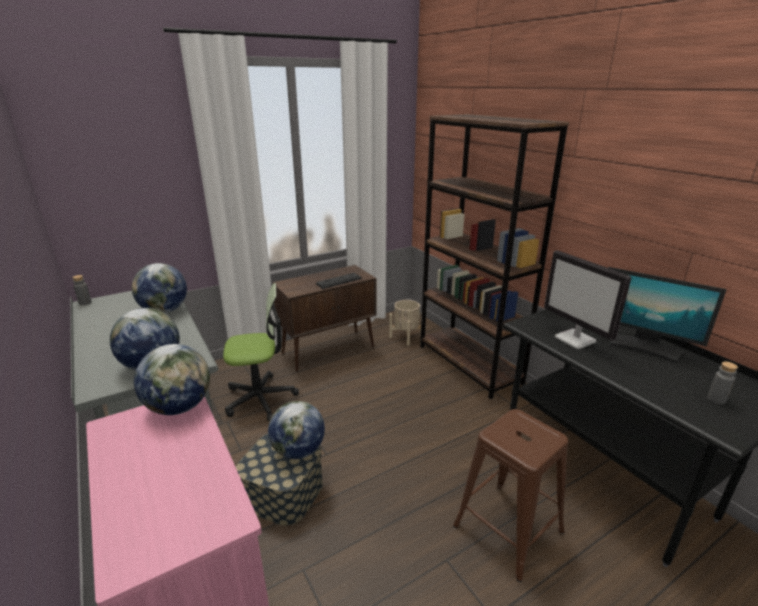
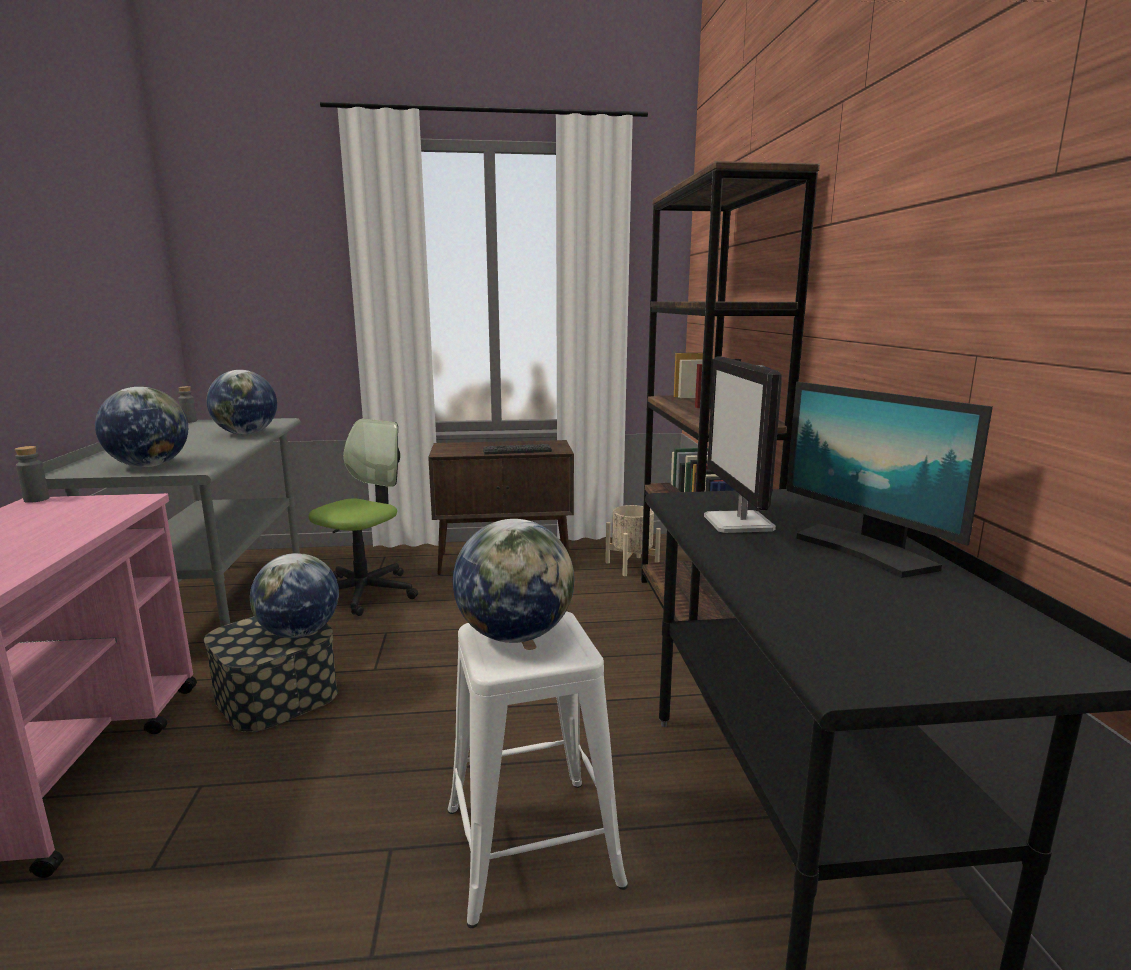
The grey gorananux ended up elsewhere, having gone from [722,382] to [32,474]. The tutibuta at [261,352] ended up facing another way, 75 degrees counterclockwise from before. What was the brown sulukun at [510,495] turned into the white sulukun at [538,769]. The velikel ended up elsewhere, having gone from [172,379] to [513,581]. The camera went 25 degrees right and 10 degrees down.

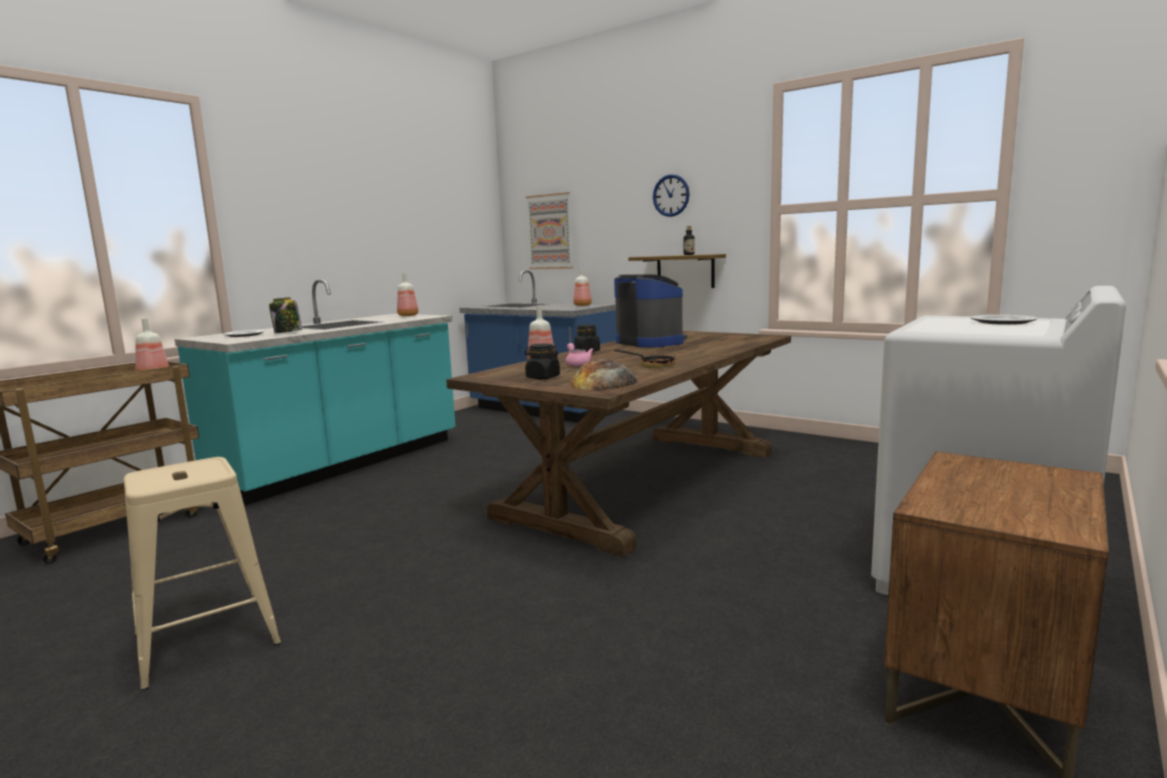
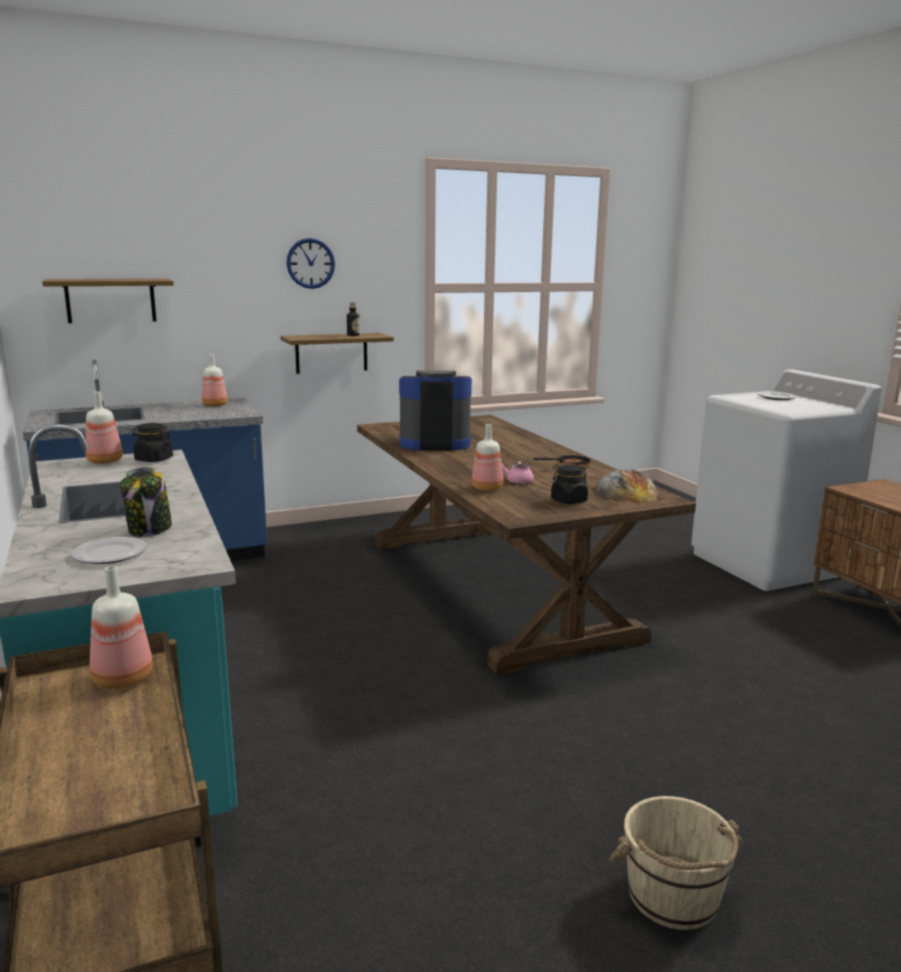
Where the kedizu hung at [549,230], the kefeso came to hang at [108,301]. The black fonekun ended up elsewhere, having gone from [587,338] to [153,442]. Where the beige sulukun stood at [202,573], the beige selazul came to stand at [676,863]. The camera went 60 degrees left and 5 degrees up.

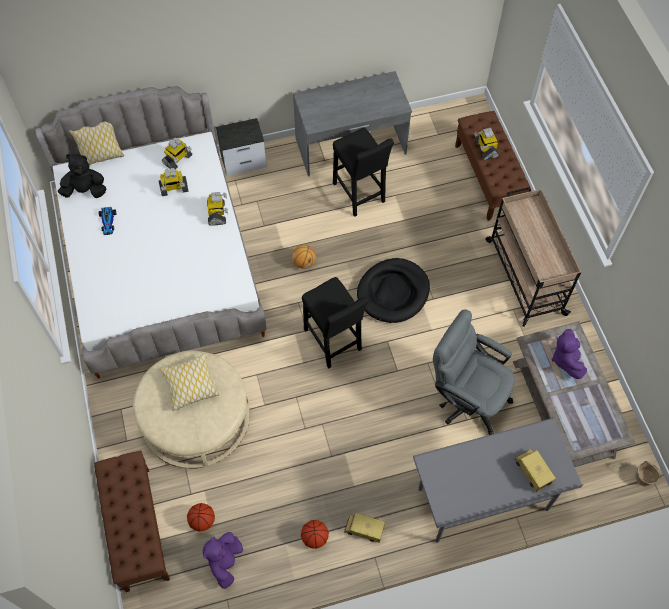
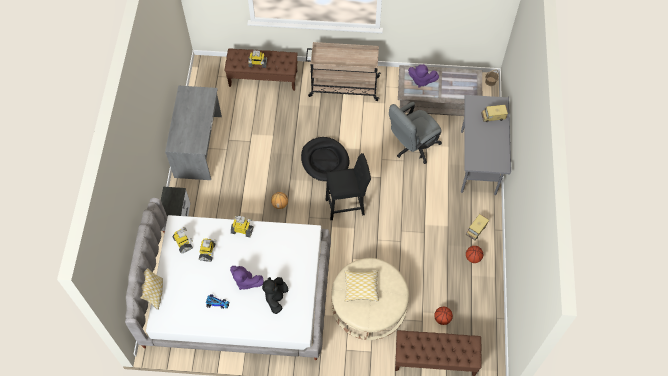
The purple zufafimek ended up elsewhere, having gone from [223,560] to [247,278]. The black zufafimek ended up elsewhere, having gone from [82,176] to [275,295]. The second view lost the black sulukun at [363,172]. The camera went 70 degrees left and 0 degrees up.

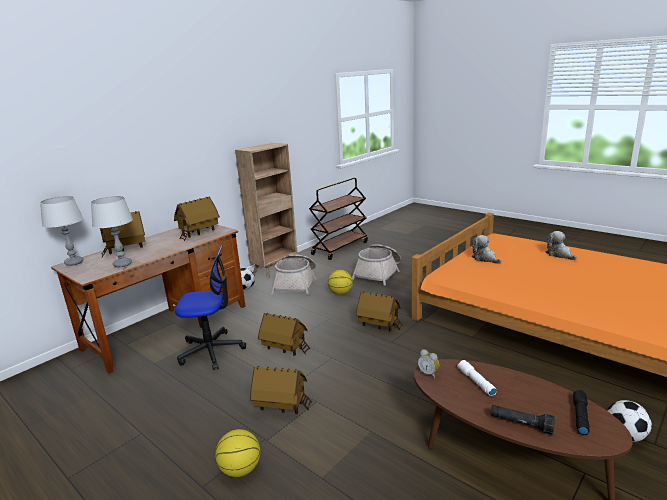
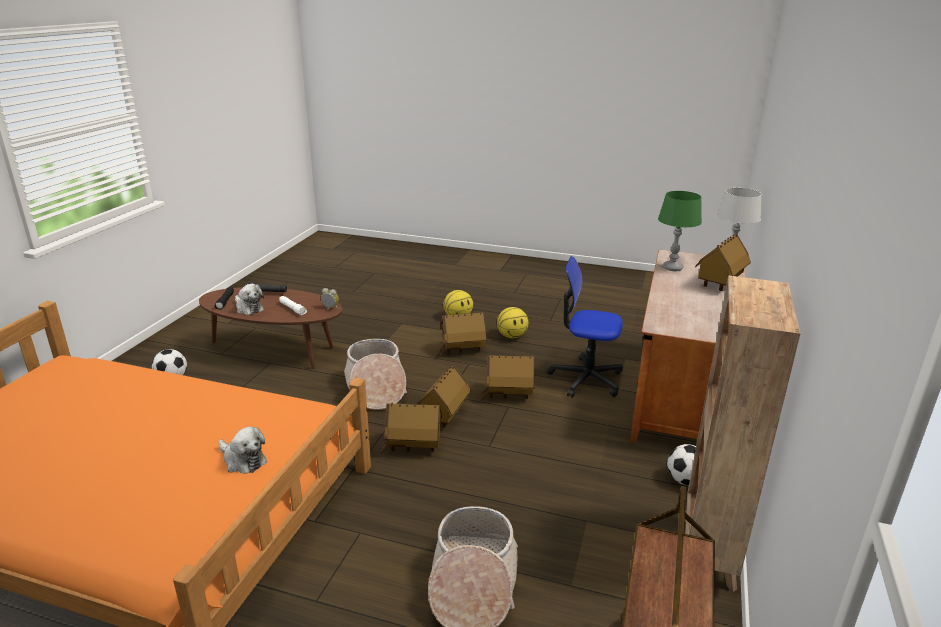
The zufafimek ended up elsewhere, having gone from [561,245] to [249,299]. The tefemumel ended up elsewhere, having gone from [293,274] to [375,374]. The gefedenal ended up elsewhere, having gone from [197,218] to [444,396]. The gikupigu ended up elsewhere, having gone from [340,282] to [513,322]. The tutibuta at [210,307] ended up facing another way, 45 degrees clockwise from before. What was the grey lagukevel at [112,231] turned into the green lagukevel at [680,231]. The camera went 155 degrees right and 5 degrees up.

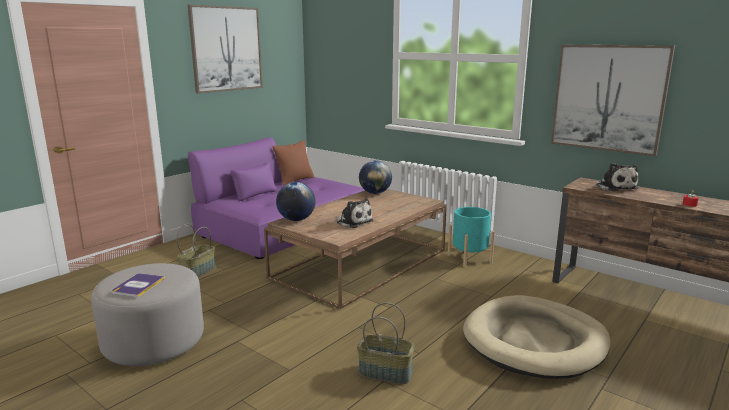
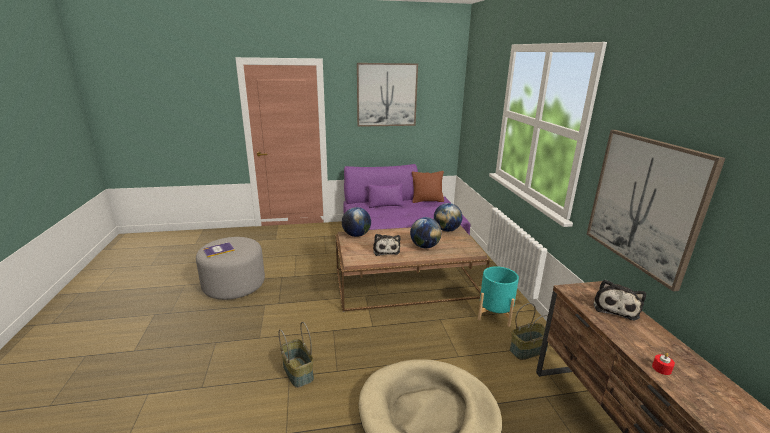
The second view gained the velikel at [426,232]. The tefemumel ended up elsewhere, having gone from [196,250] to [529,331]. The camera went 40 degrees right and 5 degrees up.

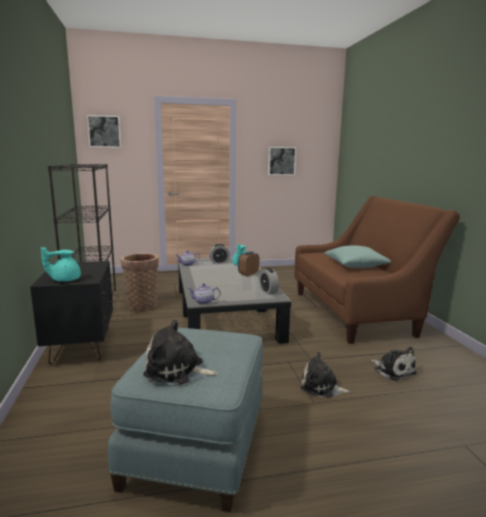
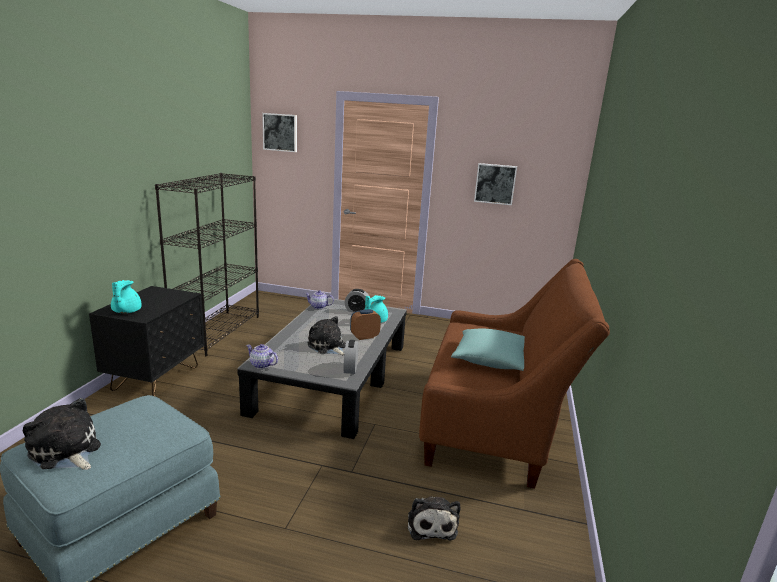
The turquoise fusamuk at [61,264] ended up facing another way, 90 degrees counterclockwise from before. The zufafimek ended up elsewhere, having gone from [325,375] to [327,336]. The second view lost the tefemumel at [140,282]. The camera went 25 degrees right and 5 degrees up.

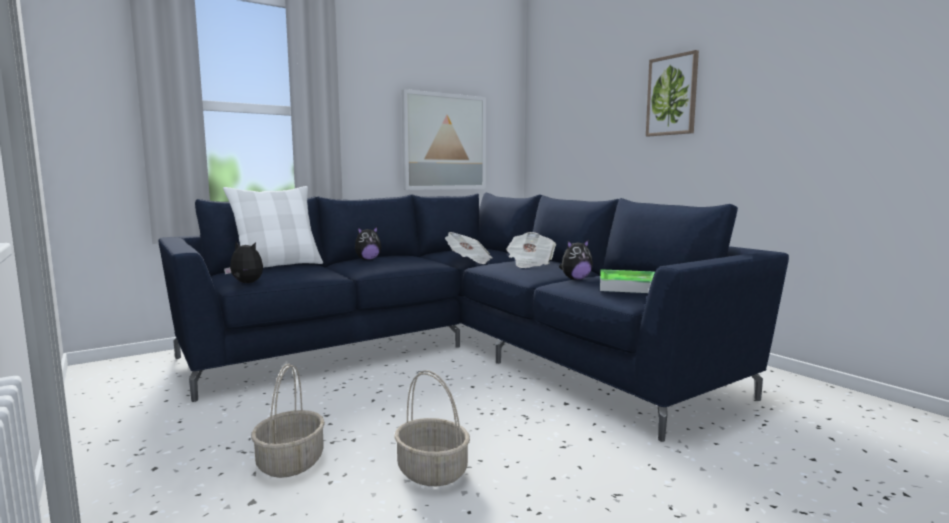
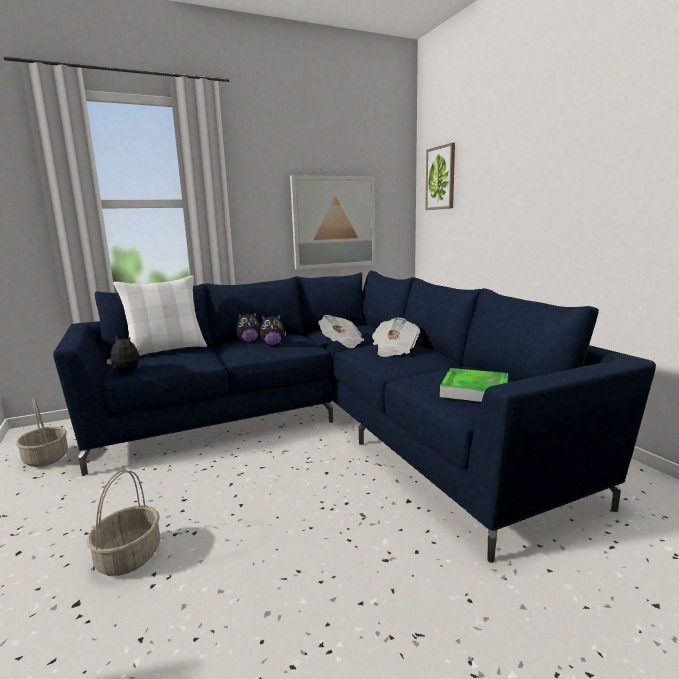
The tefemumel ended up elsewhere, having gone from [432,428] to [42,432]. The zufafimek ended up elsewhere, having gone from [576,259] to [273,329]. The kedizu ended up elsewhere, having gone from [672,93] to [440,176]. The camera went 10 degrees right and 5 degrees up.

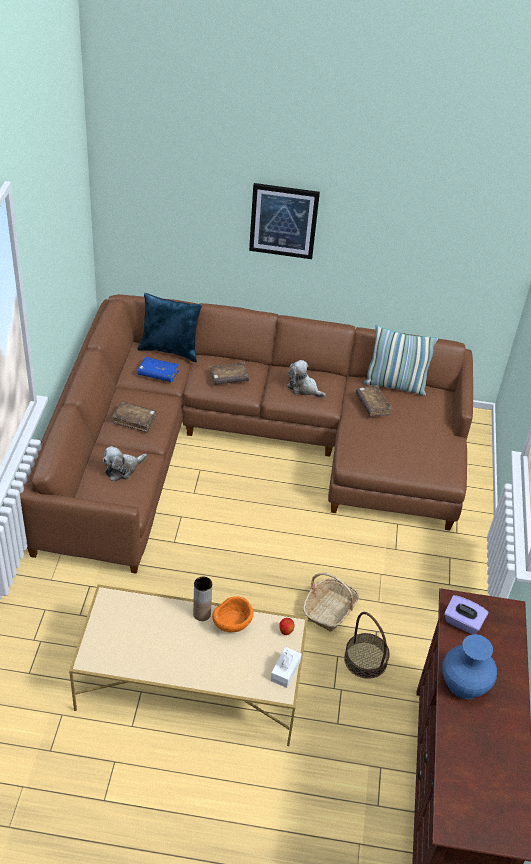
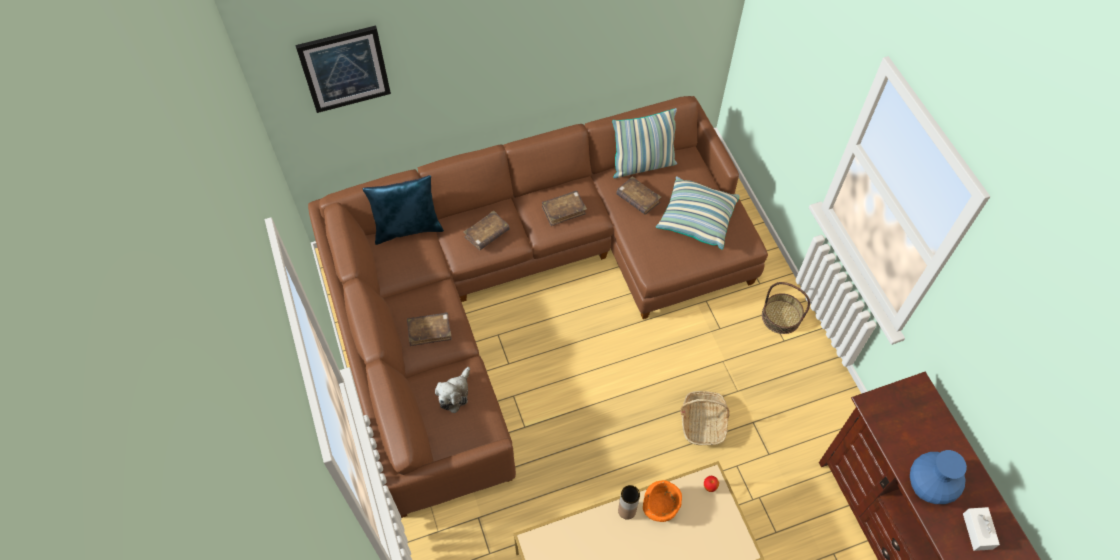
The kedizu ended up elsewhere, having gone from [284,221] to [343,69]. Where the zufafimek stood at [306,379], the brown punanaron came to stand at [564,208]. The second view gained the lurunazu at [697,213]. The tefemumel ended up elsewhere, having gone from [367,645] to [786,308]. The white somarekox ended up elsewhere, having gone from [286,667] to [981,529]. The second view lost the blue punanaron at [158,369]. The second view lost the purple somarekox at [466,615]. The camera went 25 degrees left and 15 degrees up.

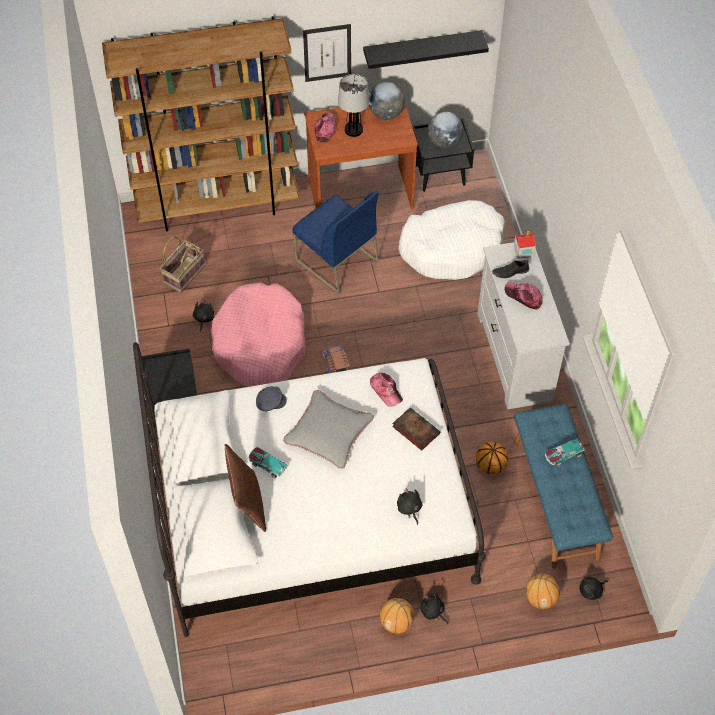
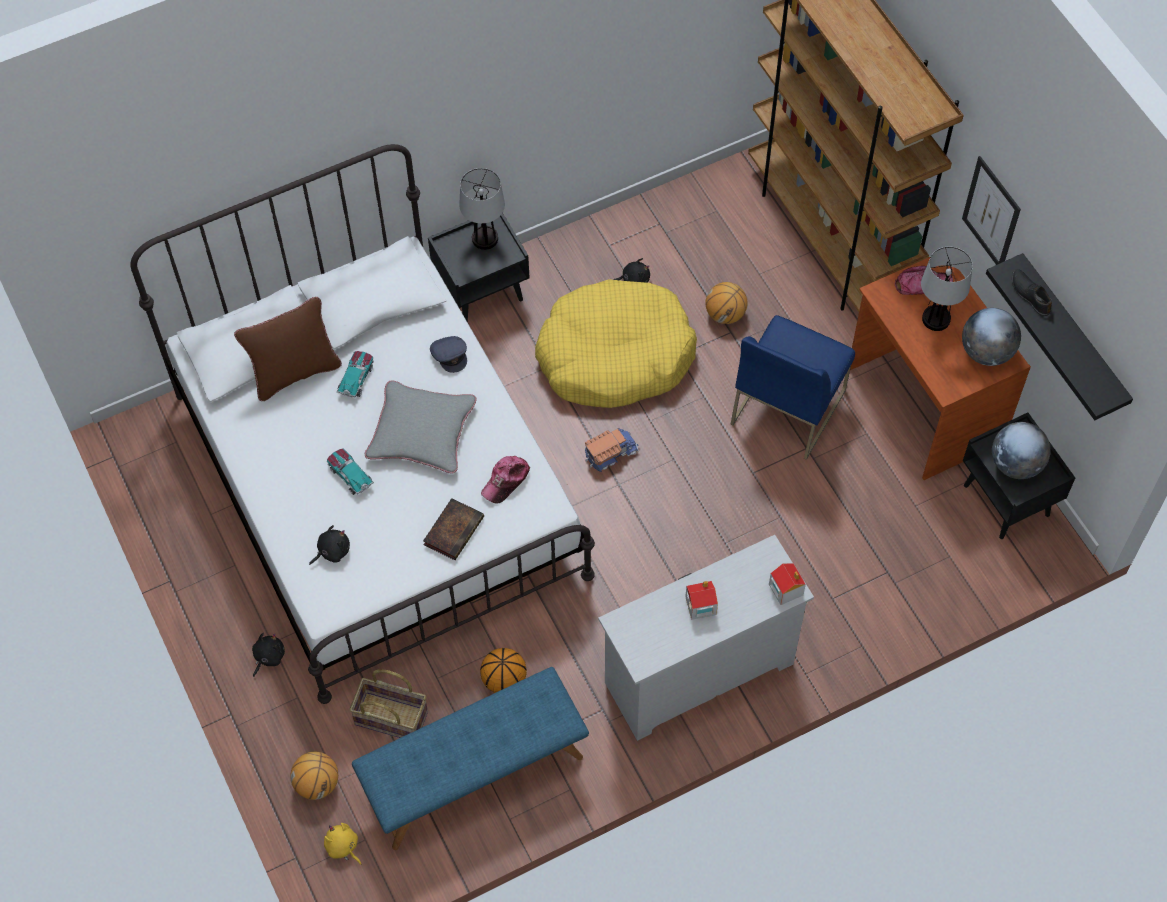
What was the black zufafimek at [593,588] turned into the yellow zufafimek at [343,844]. The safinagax ended up elsewhere, having gone from [565,452] to [350,471]. The tefemumel ended up elsewhere, having gone from [182,264] to [388,703]. The second view gained the lagukevel at [482,209]. What was the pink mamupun at [258,335] turned into the yellow mamupun at [616,343]. Where the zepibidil stood at [523,296], the gefedenal came to stand at [701,600]. The gikupigu ended up elsewhere, having gone from [397,616] to [726,303]. The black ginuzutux ended up elsewhere, having gone from [510,269] to [1032,292]. The second view lost the white mamupun at [451,240]. The camera went 75 degrees right and 5 degrees up.

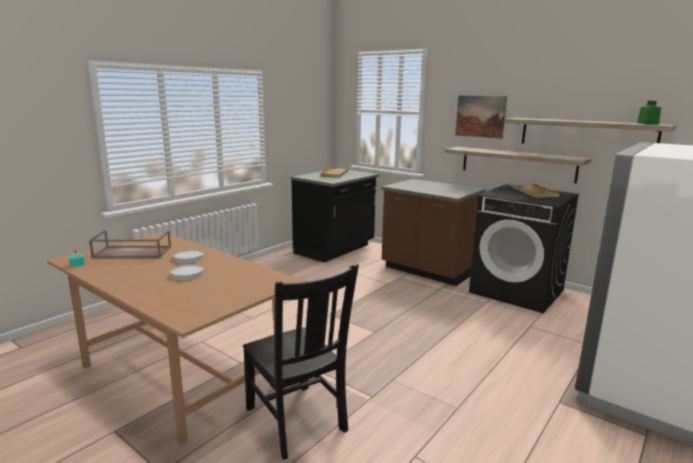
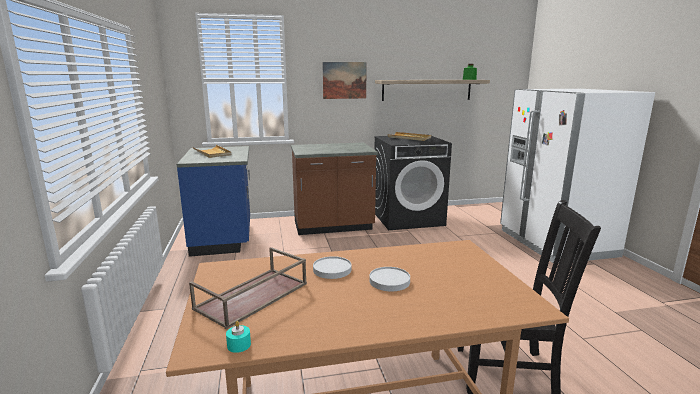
What was the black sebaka at [335,215] turned into the blue sebaka at [213,201]. The second view lost the kefeso at [518,165]. The camera went 50 degrees left and 0 degrees up.

